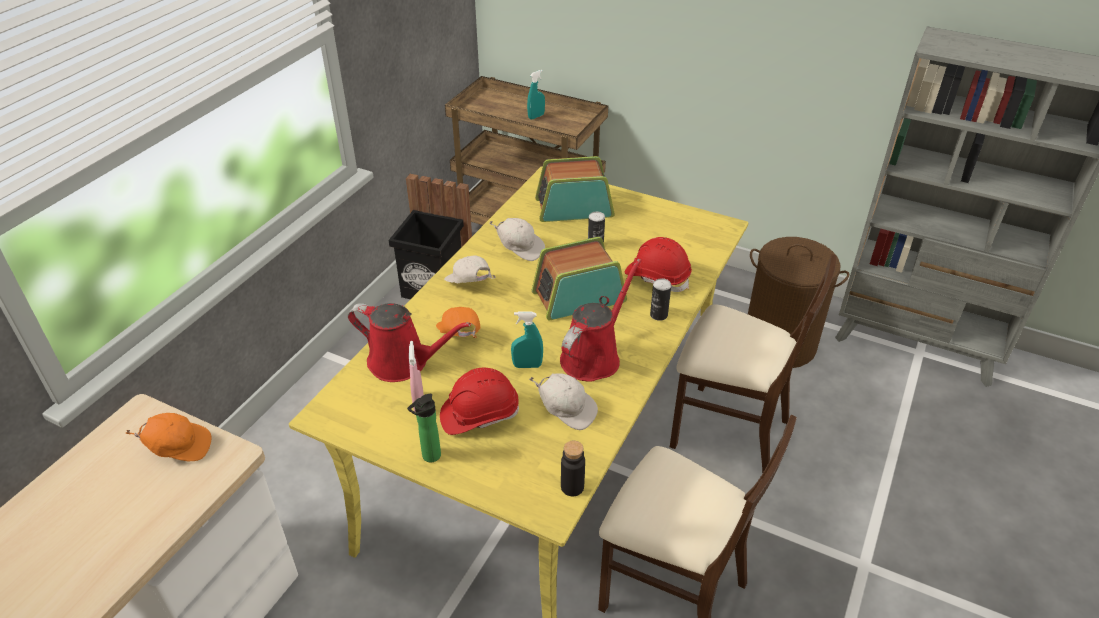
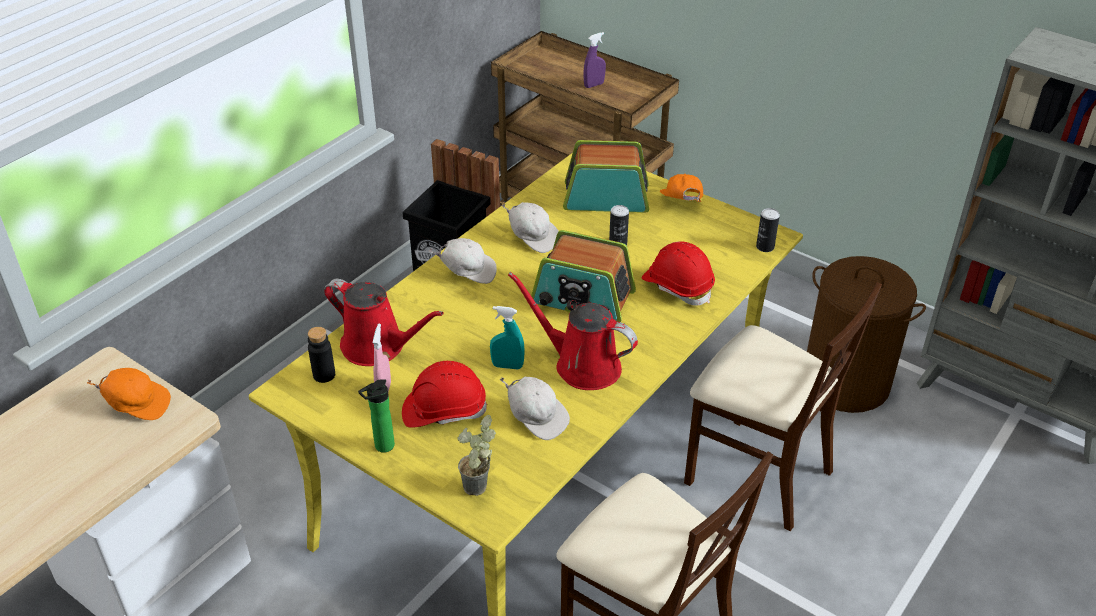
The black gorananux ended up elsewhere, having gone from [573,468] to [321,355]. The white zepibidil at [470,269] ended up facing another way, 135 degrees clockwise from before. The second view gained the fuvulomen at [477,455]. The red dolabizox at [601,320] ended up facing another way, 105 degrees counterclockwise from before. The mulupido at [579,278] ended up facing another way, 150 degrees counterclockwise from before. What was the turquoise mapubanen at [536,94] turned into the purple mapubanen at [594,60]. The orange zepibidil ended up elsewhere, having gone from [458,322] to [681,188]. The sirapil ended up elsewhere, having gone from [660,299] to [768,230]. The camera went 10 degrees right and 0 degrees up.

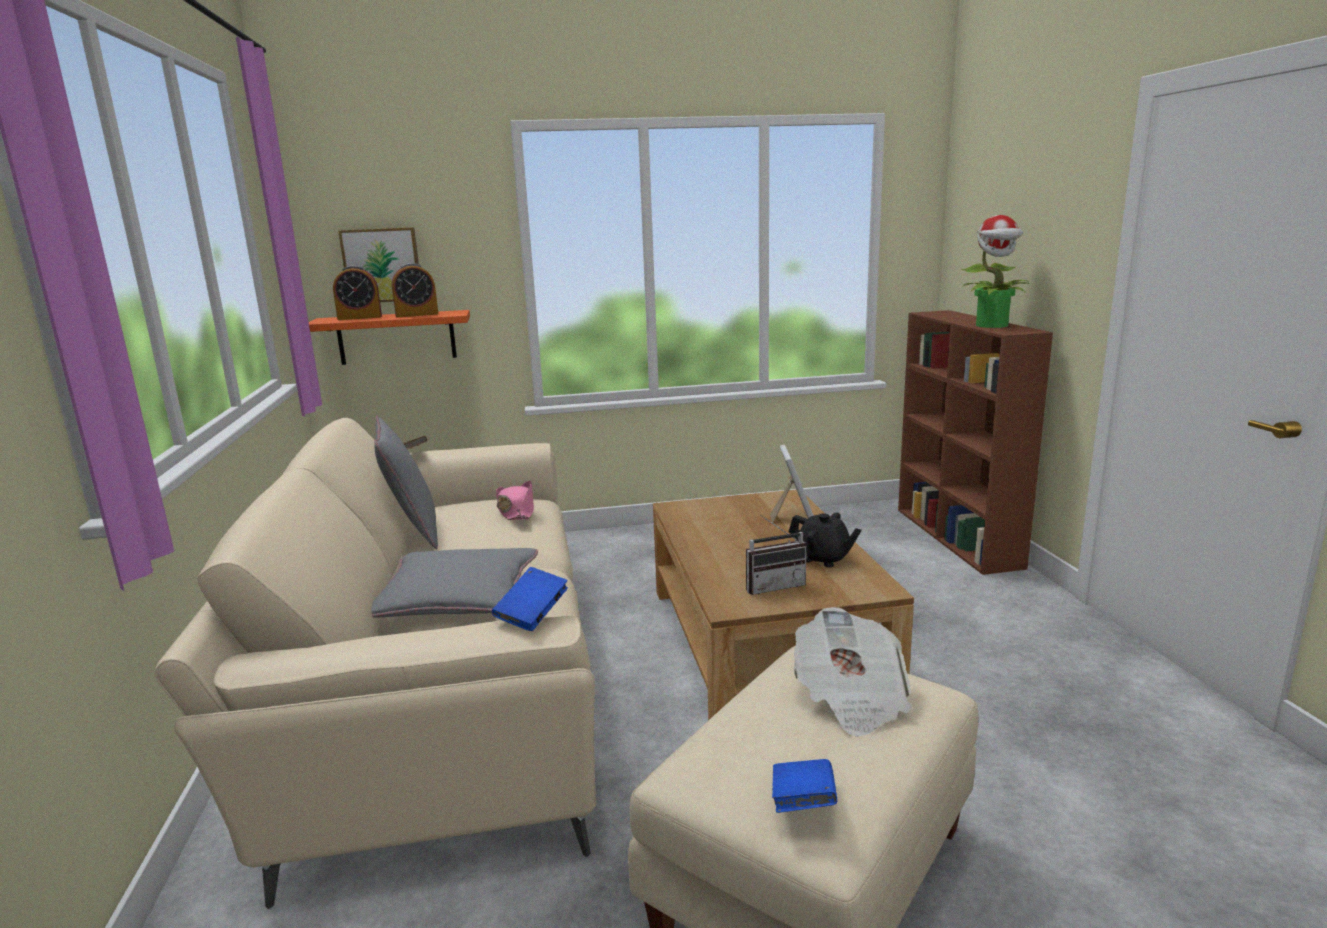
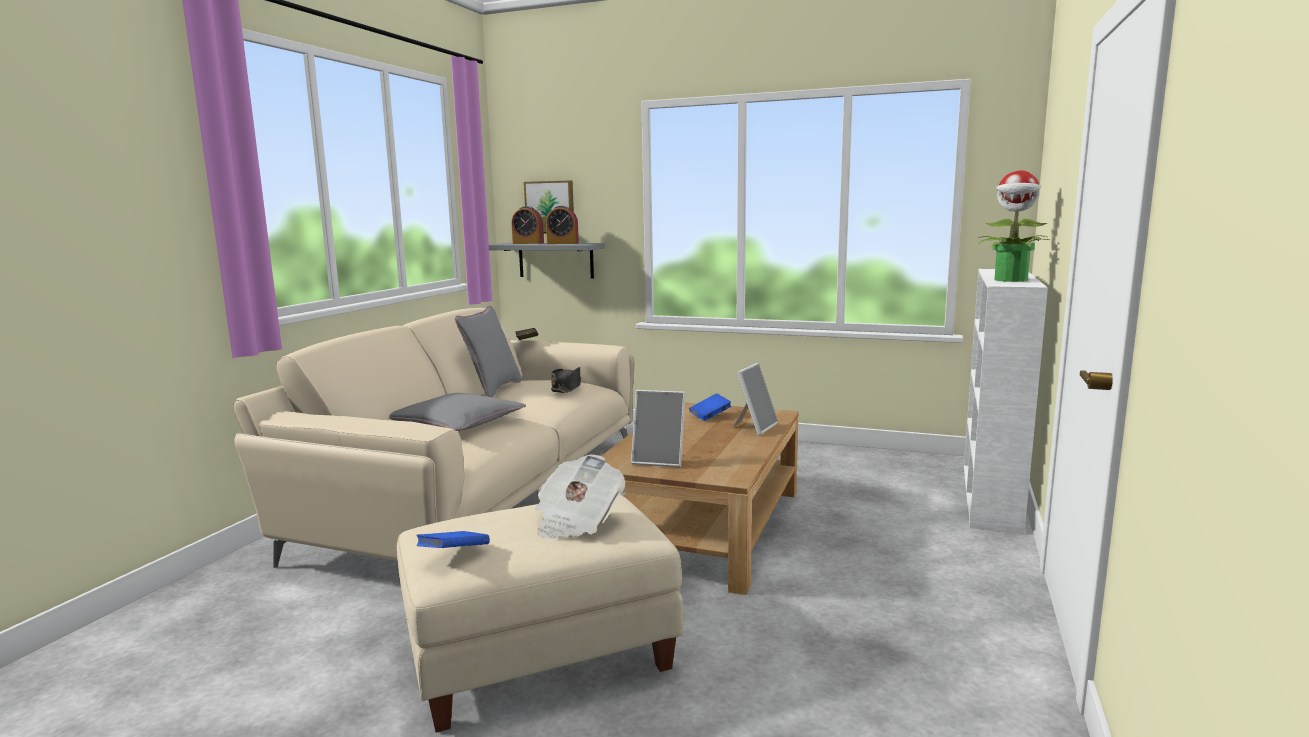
What was the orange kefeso at [389,337] turned into the grey kefeso at [547,260]. What was the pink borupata at [515,500] turned into the black borupata at [566,380]. Where the mulupido stood at [777,555], the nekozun came to stand at [658,428]. The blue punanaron ended up elsewhere, having gone from [530,599] to [710,407]. What was the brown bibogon at [975,442] turned into the white bibogon at [1006,402]. The second view lost the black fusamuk at [825,539]. The camera went 30 degrees right and 5 degrees down.

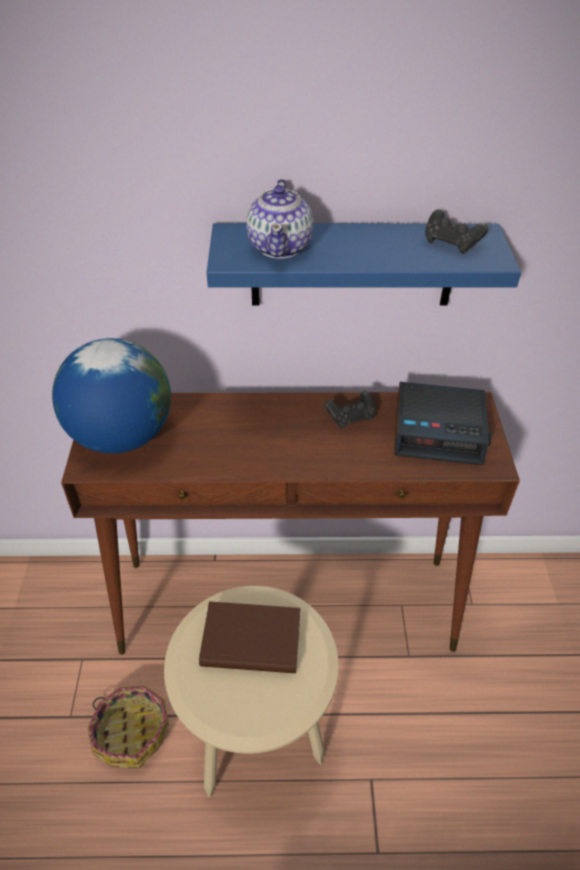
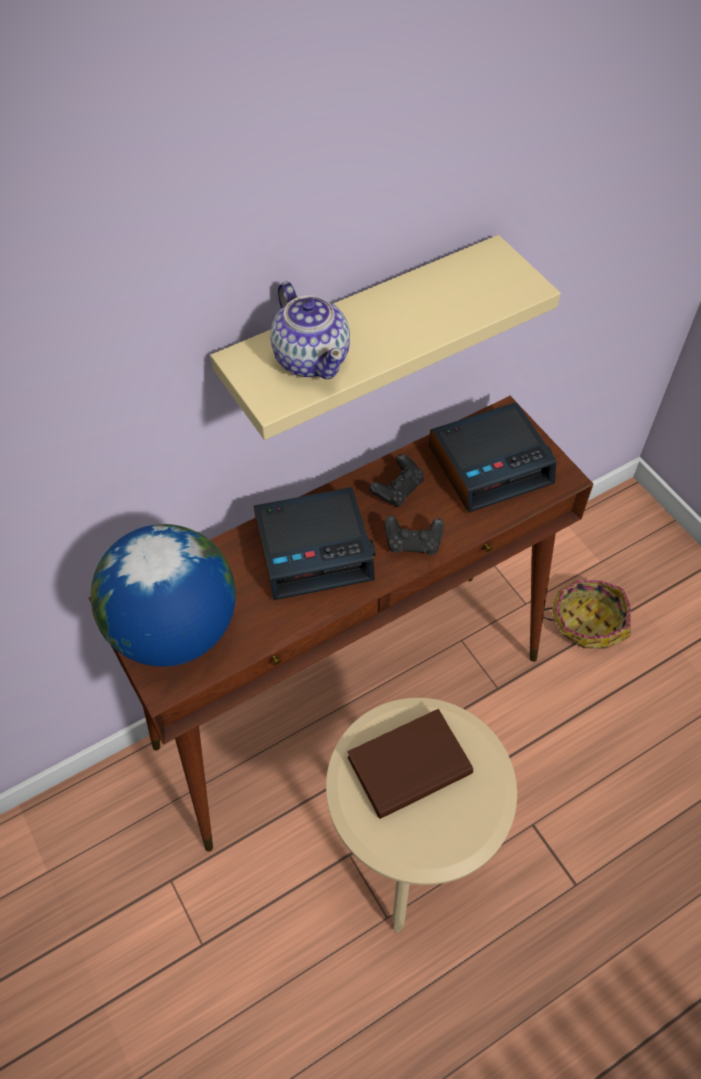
What was the blue kefeso at [364,264] turned into the beige kefeso at [385,337]. The second view gained the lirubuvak at [314,543]. The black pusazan ended up elsewhere, having gone from [456,231] to [414,535]. The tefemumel ended up elsewhere, having gone from [128,727] to [587,614]. The camera went 30 degrees left and 10 degrees up.

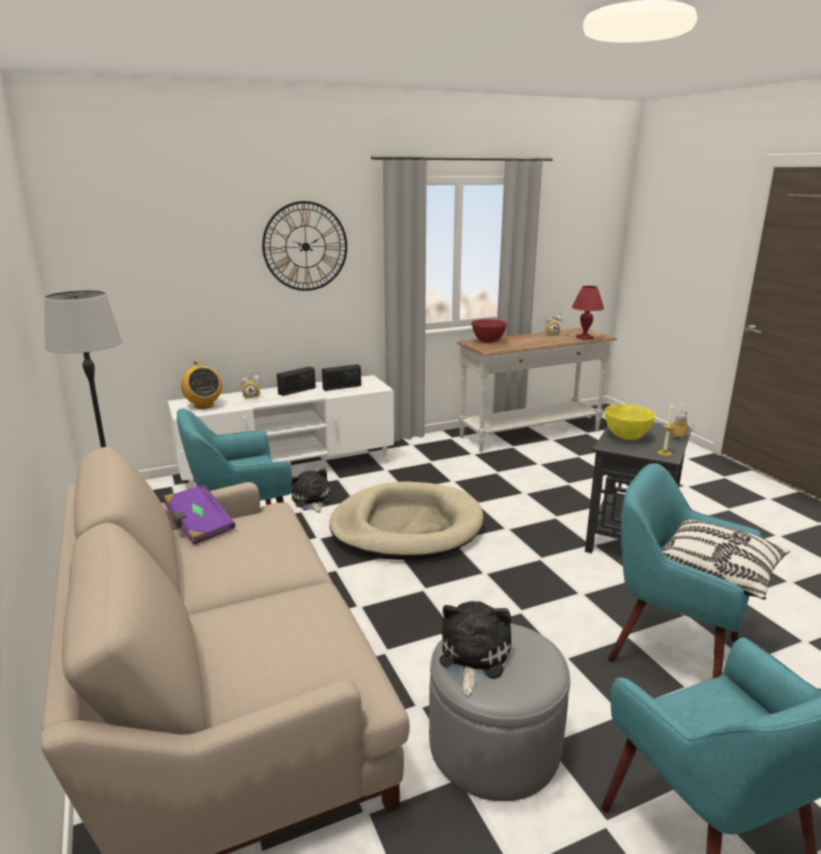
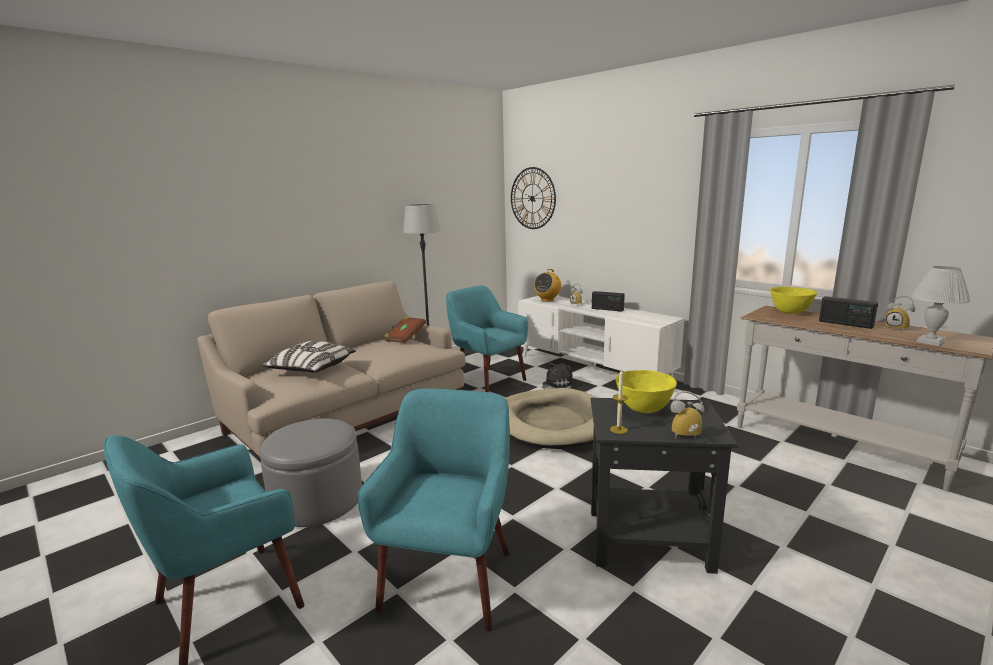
The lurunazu ended up elsewhere, having gone from [726,559] to [308,357]. What was the purple punanaron at [199,514] turned into the brown punanaron at [404,329]. The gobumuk ended up elsewhere, having gone from [304,246] to [533,198]. What was the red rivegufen at [489,331] turned into the yellow rivegufen at [793,300]. The mulupido ended up elsewhere, having gone from [341,377] to [848,312]. What was the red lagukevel at [588,313] turned into the white lagukevel at [941,306]. The second view lost the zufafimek at [475,648]. The camera went 70 degrees right and 5 degrees down.

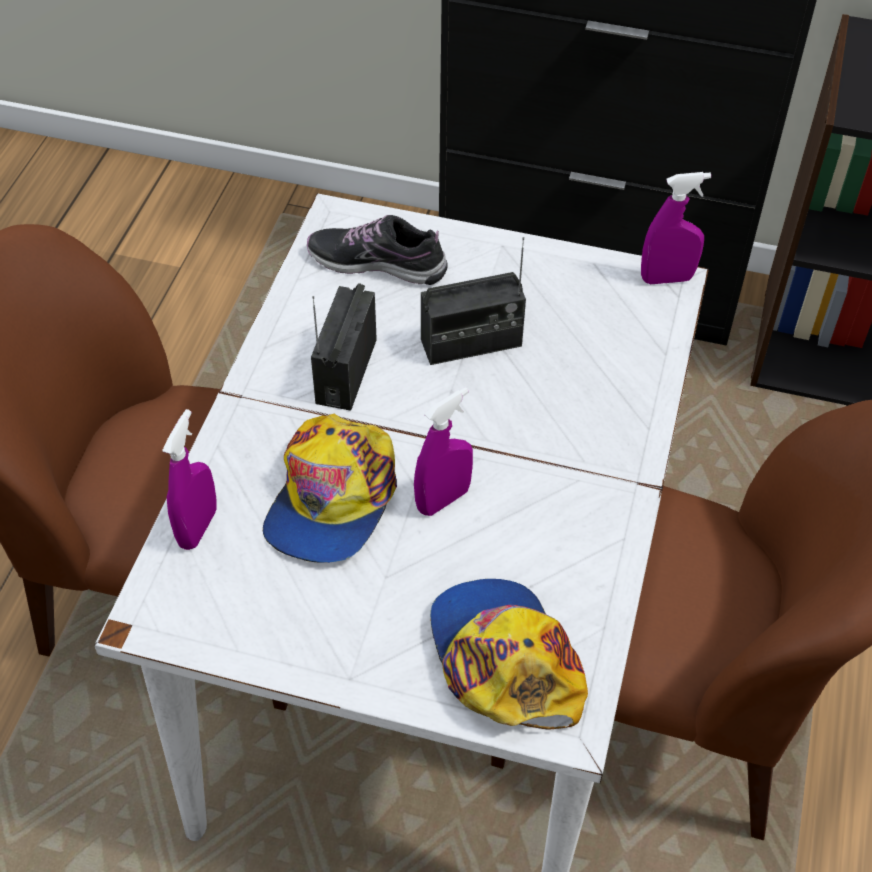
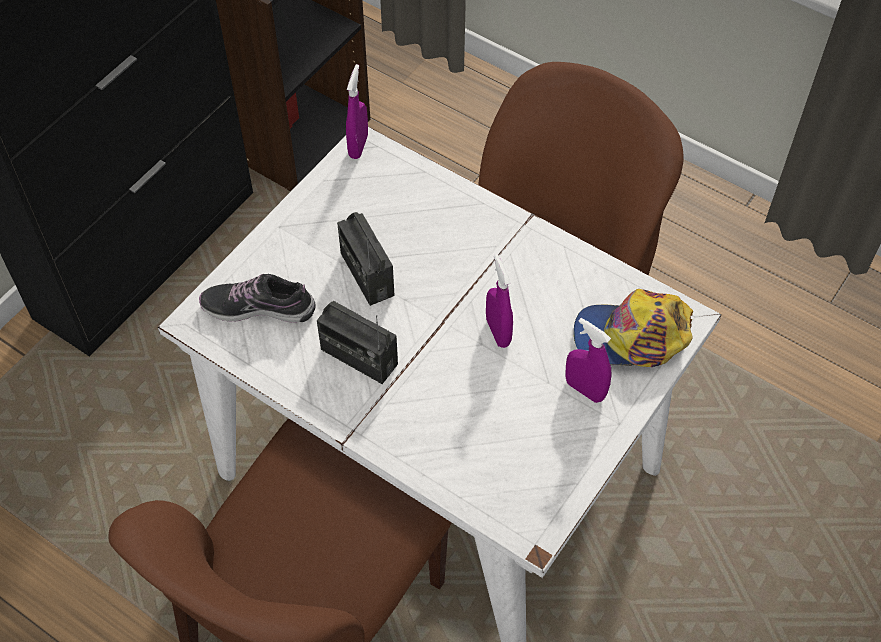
The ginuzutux at [377,250] ended up facing another way, 60 degrees clockwise from before. The mulupido at [473,301] ended up facing another way, 150 degrees clockwise from before. The purple mapubanen ended up elsewhere, having gone from [189,479] to [588,360]. The second view lost the zepibidil at [330,488]. The camera went 70 degrees left and 5 degrees up.

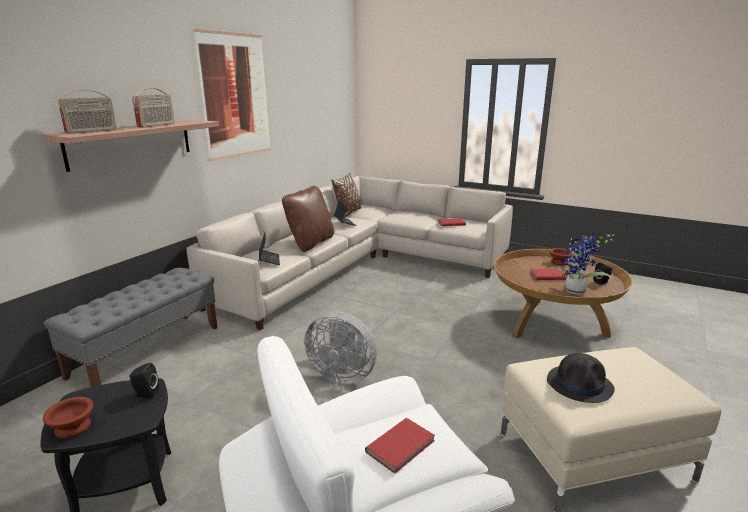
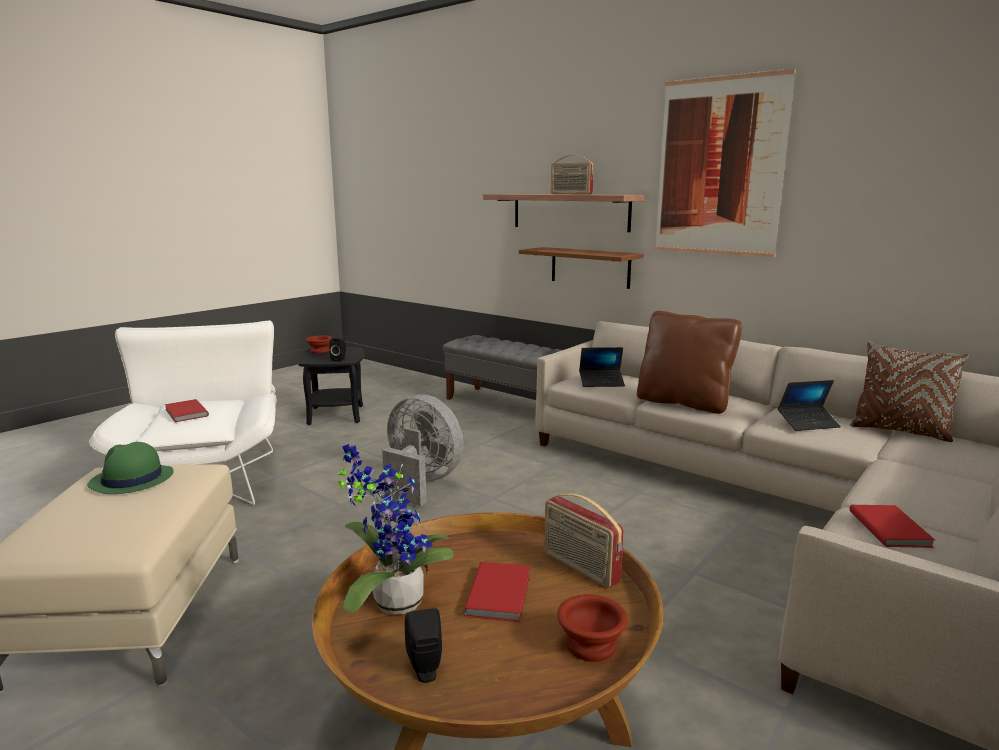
What was the black borupata at [581,378] turned into the green borupata at [130,468]. The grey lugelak at [340,347] ended up facing another way, 90 degrees clockwise from before. The second view gained the brown kefeso at [581,268]. The mulupido ended up elsewhere, having gone from [87,112] to [584,540]. The camera went 100 degrees right and 5 degrees down.

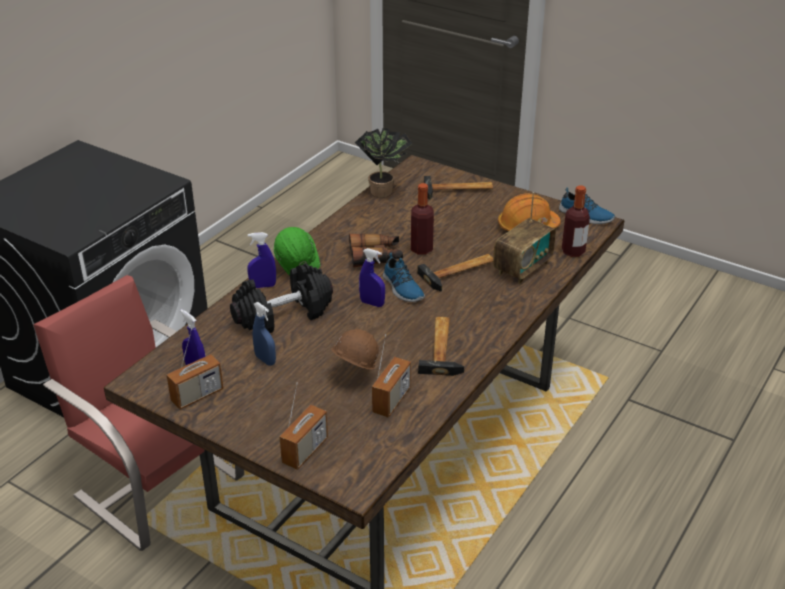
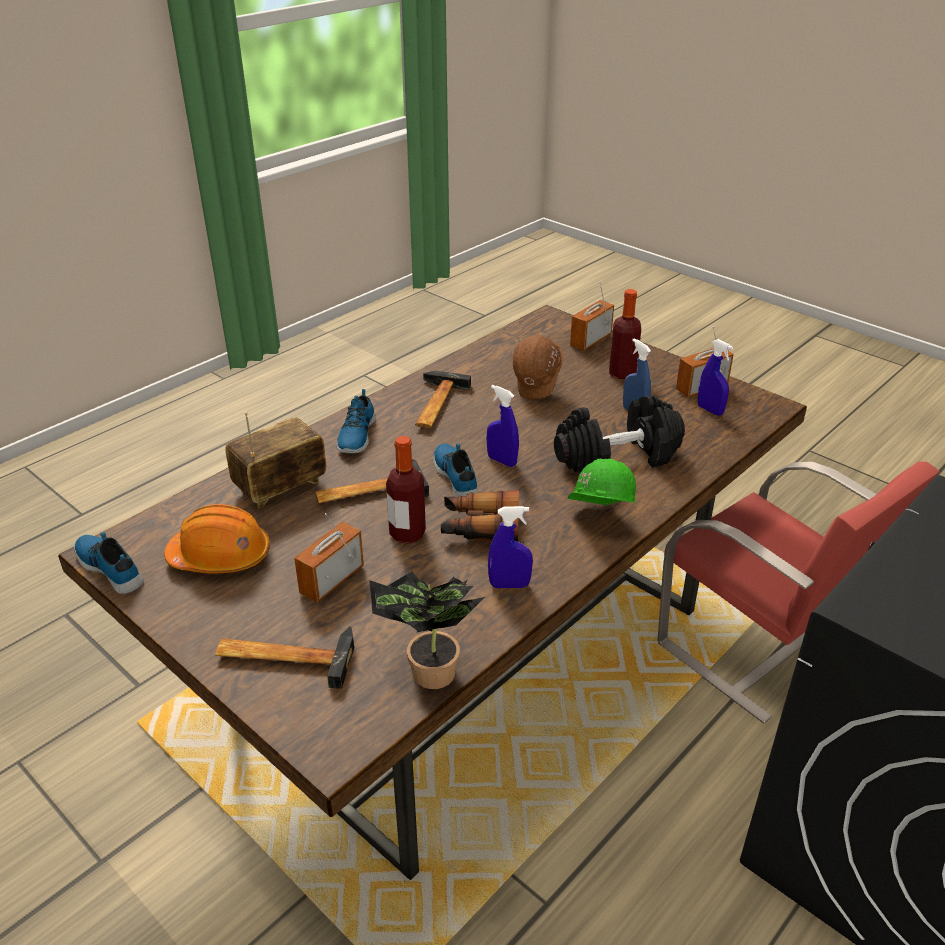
The mulupido ended up elsewhere, having gone from [391,376] to [329,558]. The second view gained the ginuzutux at [356,421]. The blue mapubanen ended up elsewhere, having gone from [261,260] to [510,547]. The gorananux ended up elsewhere, having gone from [576,221] to [625,334]. The camera went 170 degrees left and 0 degrees up.

